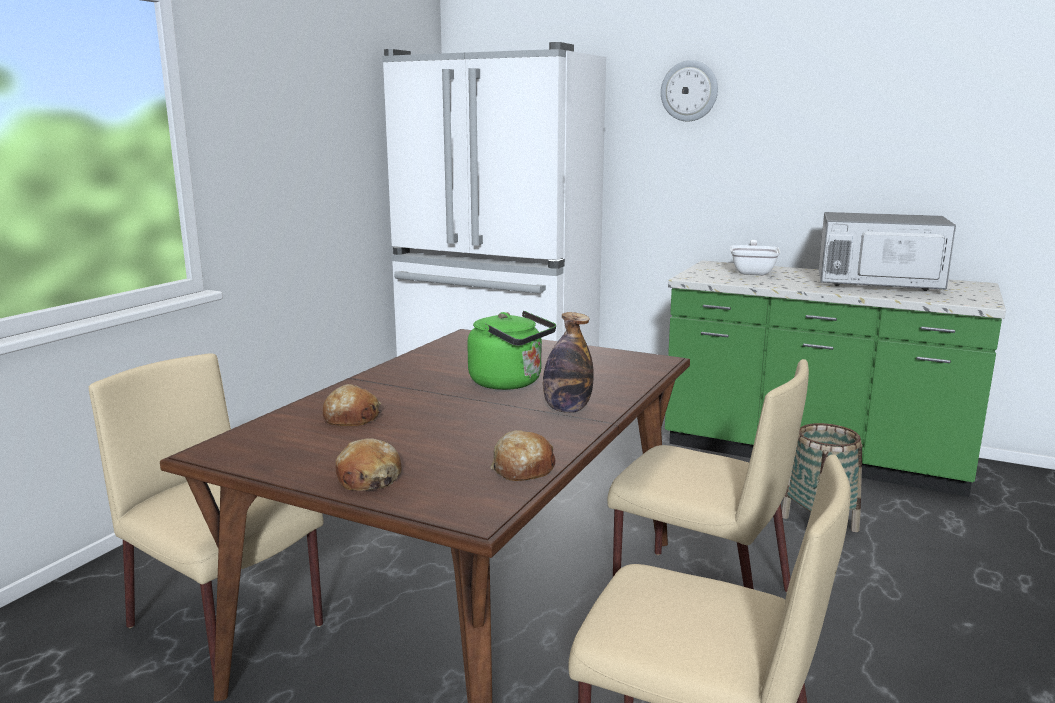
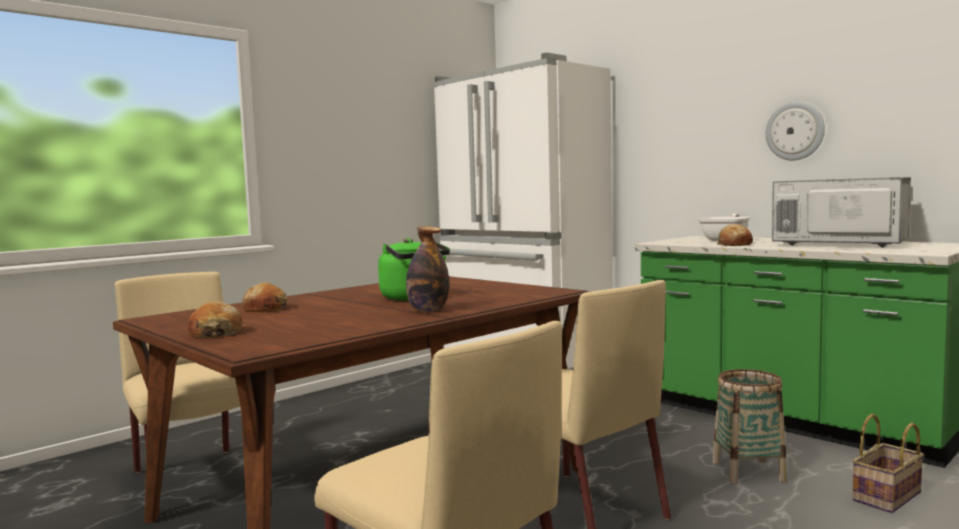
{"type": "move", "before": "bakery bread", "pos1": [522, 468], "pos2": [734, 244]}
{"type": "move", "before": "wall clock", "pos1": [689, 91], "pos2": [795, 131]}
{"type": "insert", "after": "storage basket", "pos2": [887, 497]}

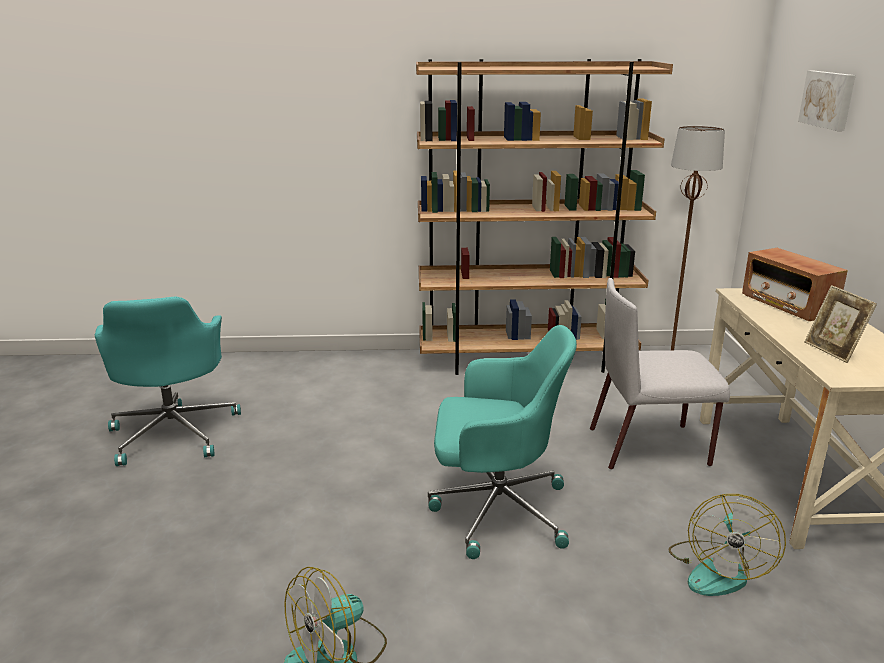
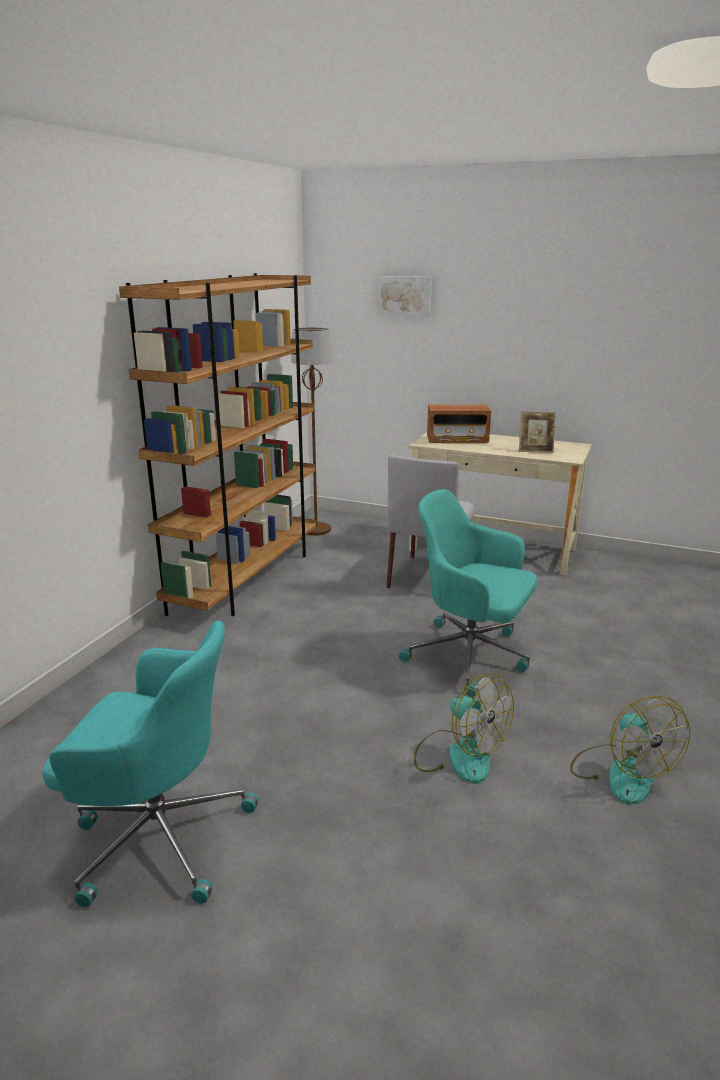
{"type": "rotate", "before": "turquoise-coloured computer chair", "pos1": [496, 509], "pos2": [470, 656], "turn": -90}
{"type": "move", "before": "electric fan", "pos1": [717, 570], "pos2": [459, 755]}

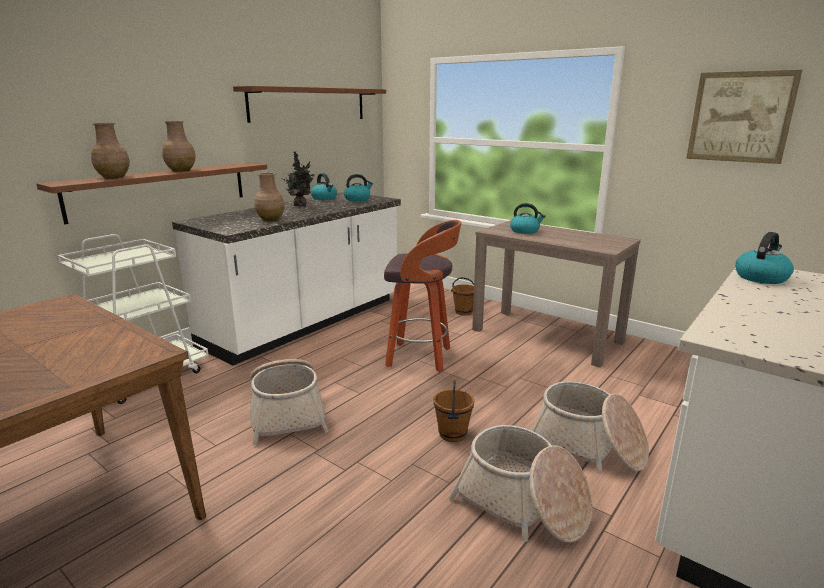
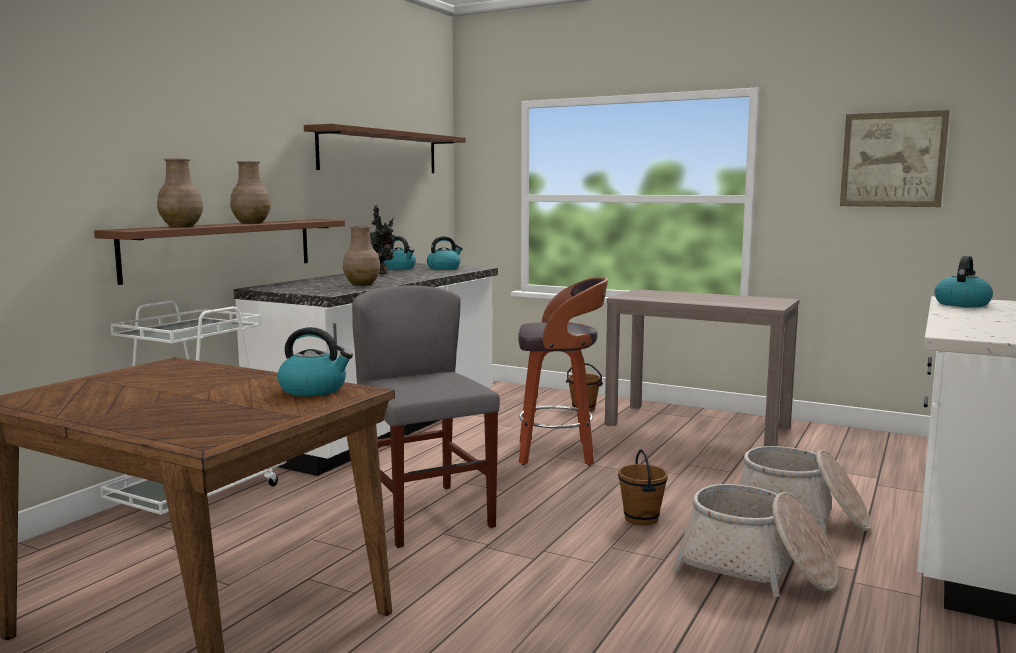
{"type": "replace", "before": "storage basket", "after": "gray plain chair", "pos1": [287, 413], "pos2": [424, 515]}
{"type": "move", "before": "water kettle", "pos1": [525, 231], "pos2": [314, 390]}

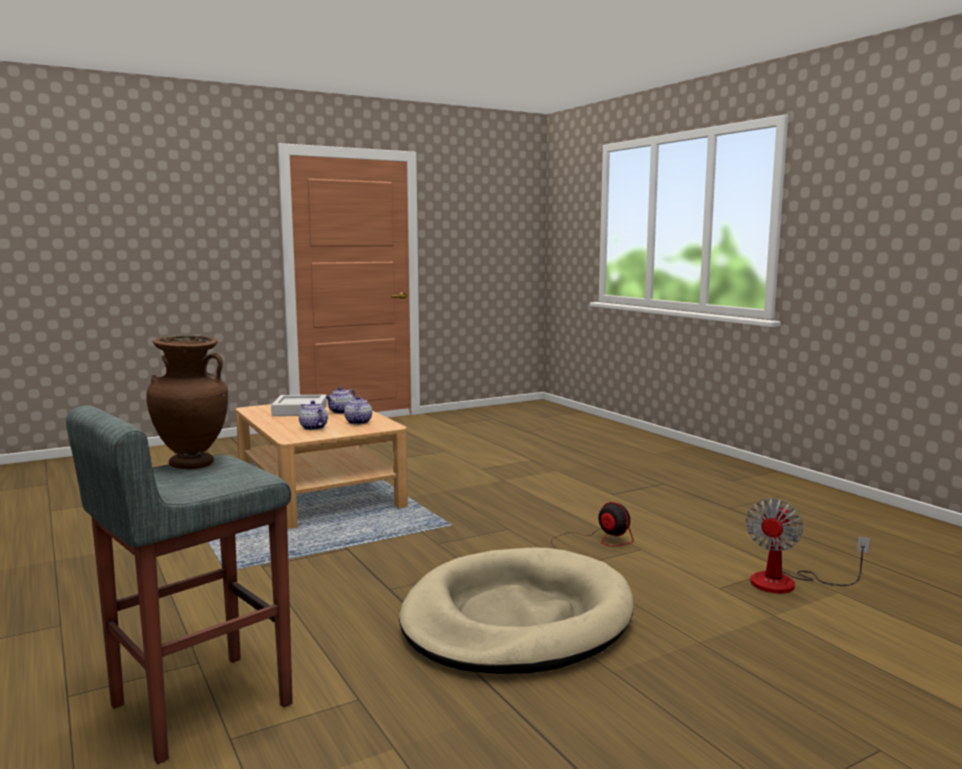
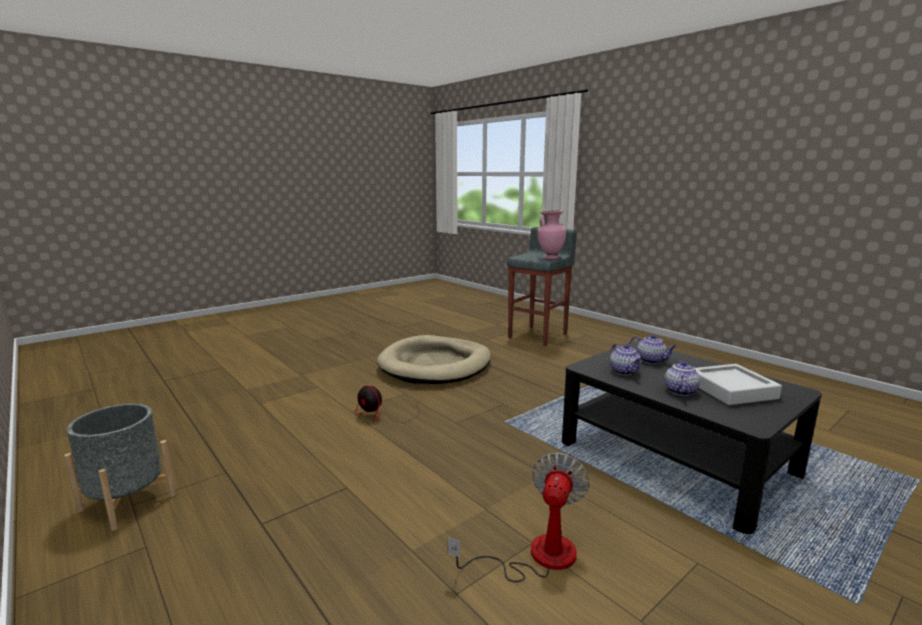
{"type": "recolor", "before": "brownish flower vase", "after": "pink flower vase", "pos1": [192, 464], "pos2": [550, 258]}
{"type": "recolor", "before": "beige lounge table", "after": "black lounge table", "pos1": [319, 492], "pos2": [676, 457]}
{"type": "move", "before": "electric fan", "pos1": [788, 583], "pos2": [536, 556]}
{"type": "insert", "after": "gray plant pot", "pos2": [127, 502]}

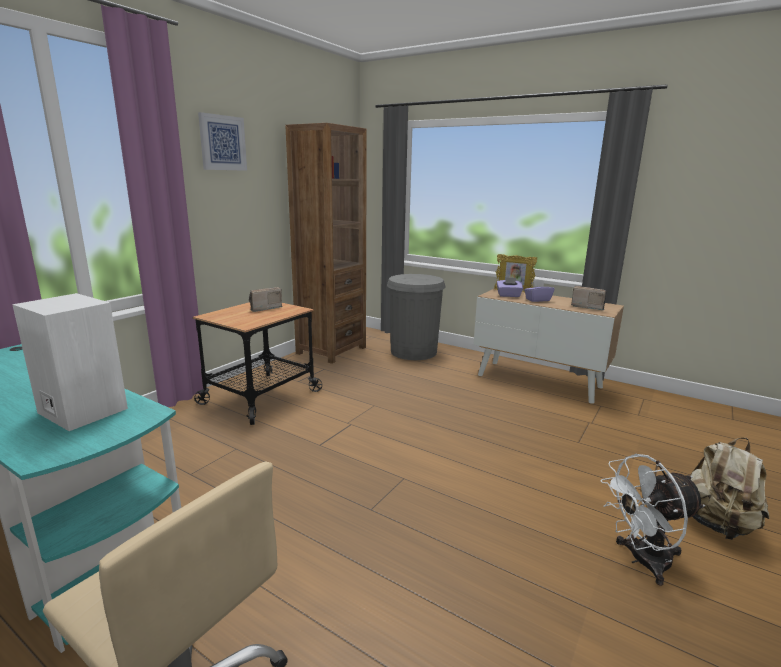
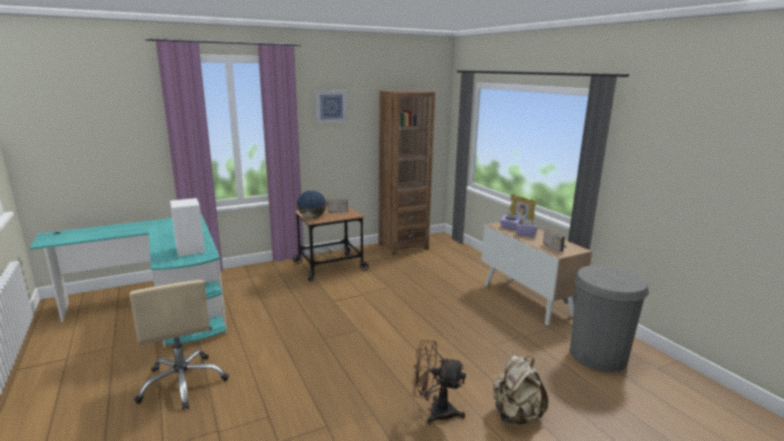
{"type": "move", "before": "gray waste bin", "pos1": [413, 352], "pos2": [598, 355]}
{"type": "recolor", "before": "white-coloured electric fan", "after": "brownish electric fan", "pos1": [641, 561], "pos2": [434, 411]}
{"type": "insert", "after": "globe", "pos2": [312, 218]}

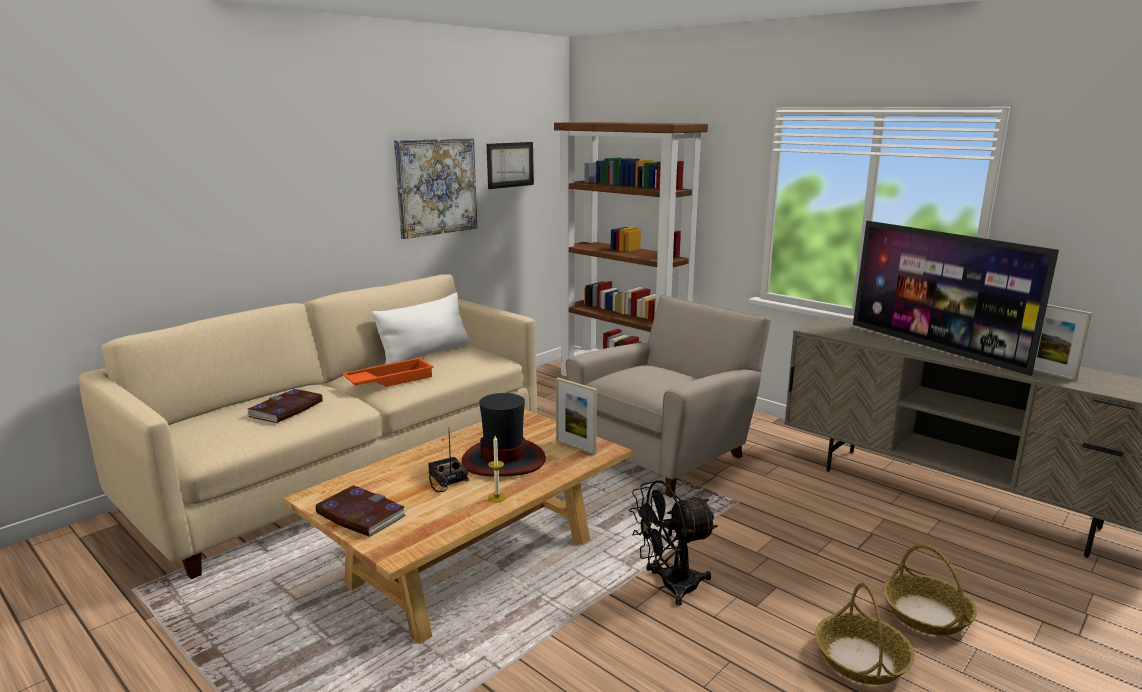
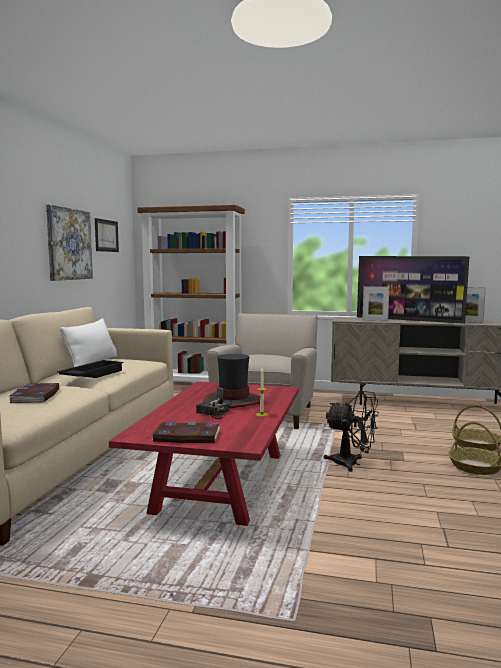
{"type": "recolor", "before": "beige lounge table", "after": "red-coloured lounge table", "pos1": [472, 561], "pos2": [221, 481]}
{"type": "recolor", "before": "orange serving tray", "after": "black serving tray", "pos1": [389, 380], "pos2": [91, 375]}
{"type": "move", "before": "photo frame", "pos1": [575, 447], "pos2": [375, 321]}
{"type": "rotate", "before": "black electric fan", "pos1": [670, 586], "pos2": [352, 464], "turn": -105}

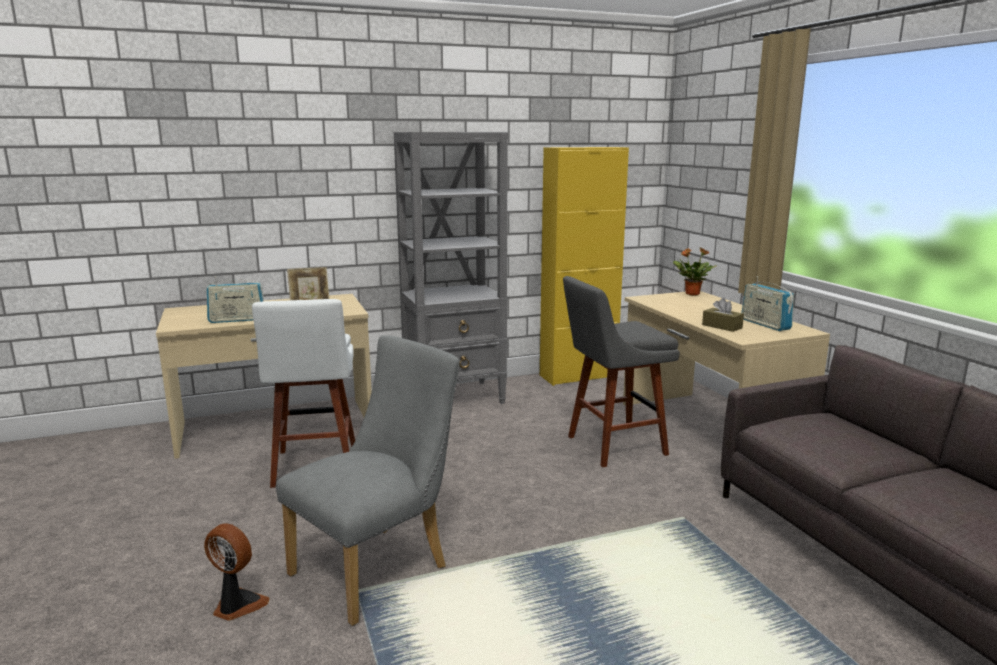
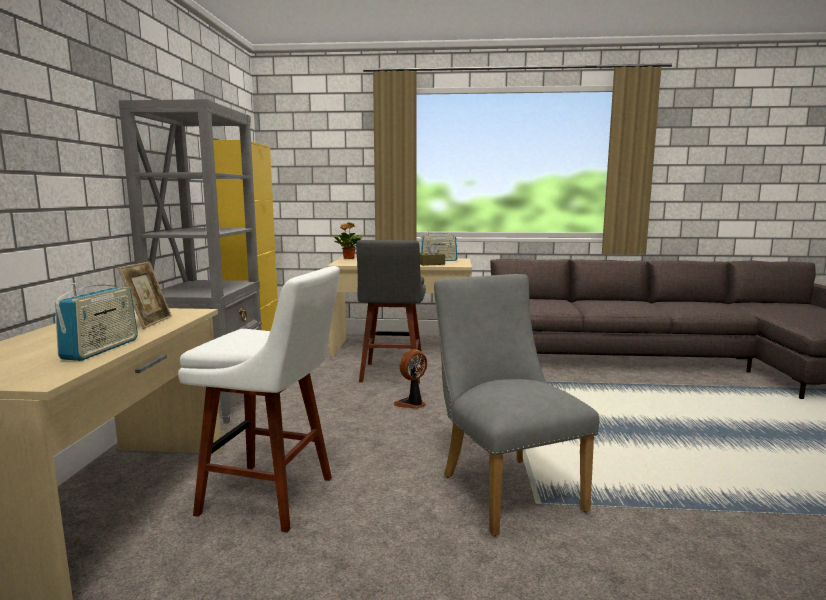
{"type": "move", "before": "electric fan", "pos1": [237, 606], "pos2": [412, 404]}

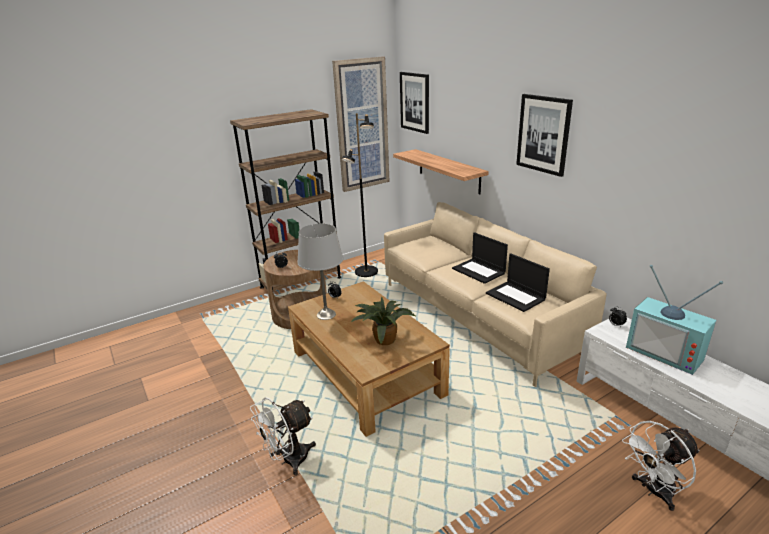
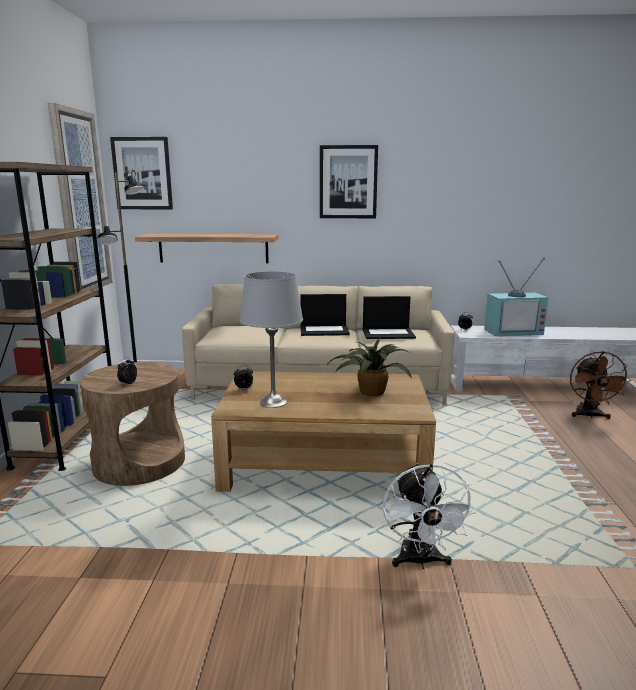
{"type": "recolor", "before": "white-coloured electric fan", "after": "brownish electric fan", "pos1": [654, 491], "pos2": [589, 416]}

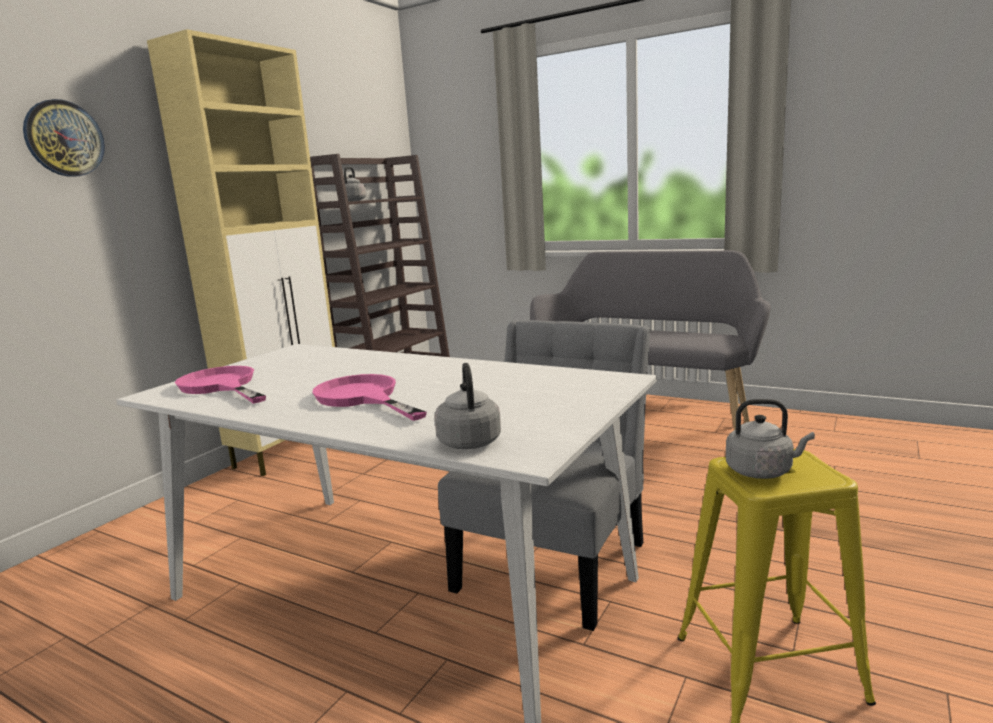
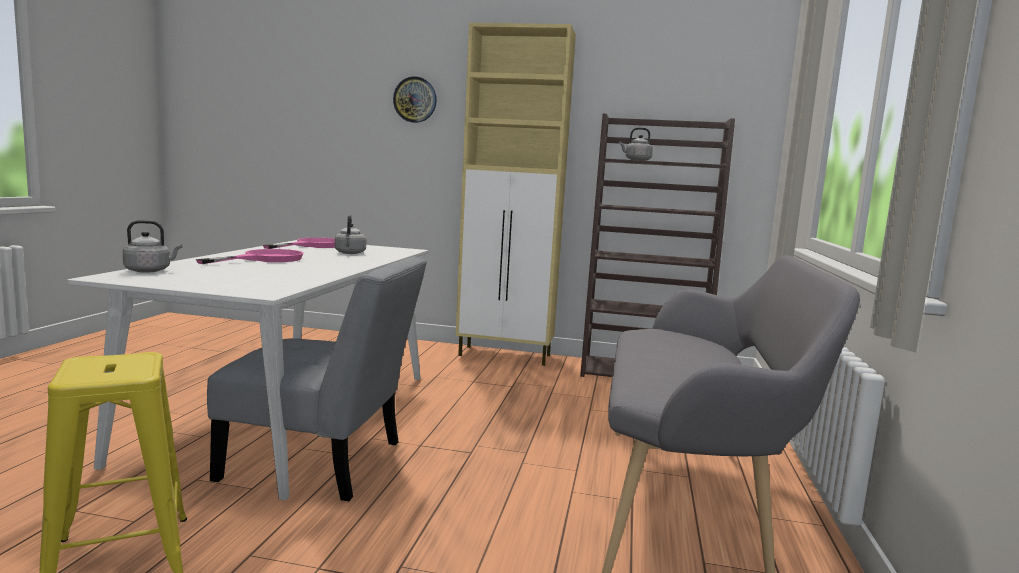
{"type": "move", "before": "gray water kettle", "pos1": [762, 471], "pos2": [350, 253]}

